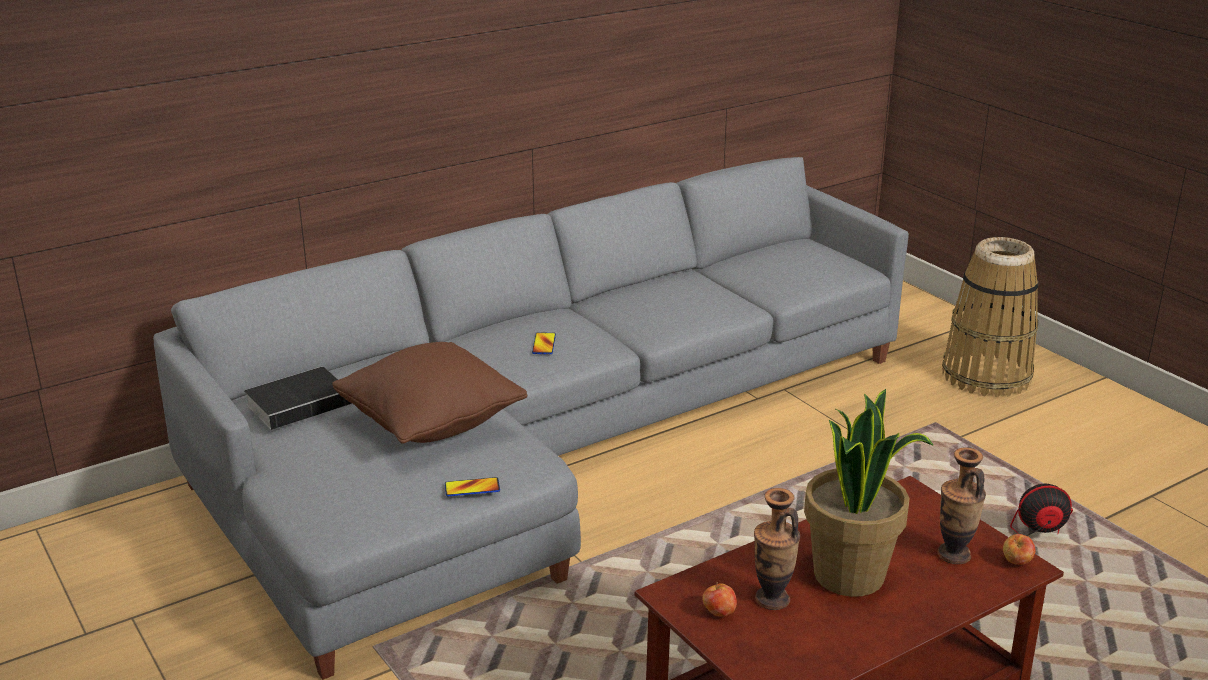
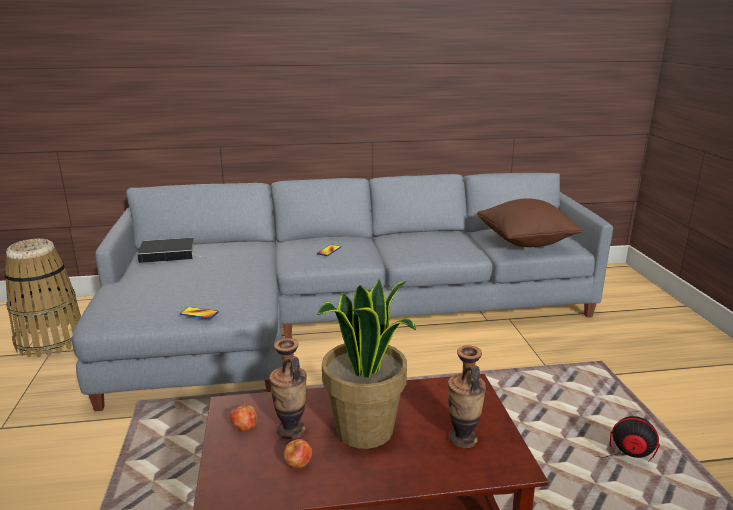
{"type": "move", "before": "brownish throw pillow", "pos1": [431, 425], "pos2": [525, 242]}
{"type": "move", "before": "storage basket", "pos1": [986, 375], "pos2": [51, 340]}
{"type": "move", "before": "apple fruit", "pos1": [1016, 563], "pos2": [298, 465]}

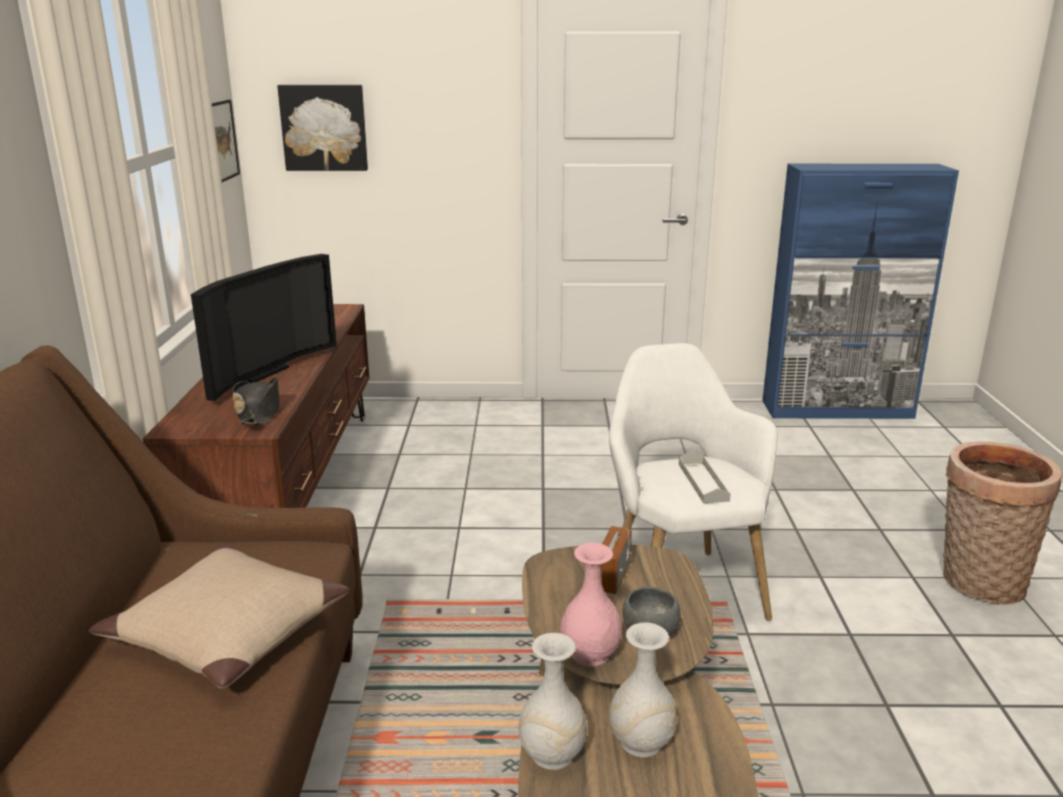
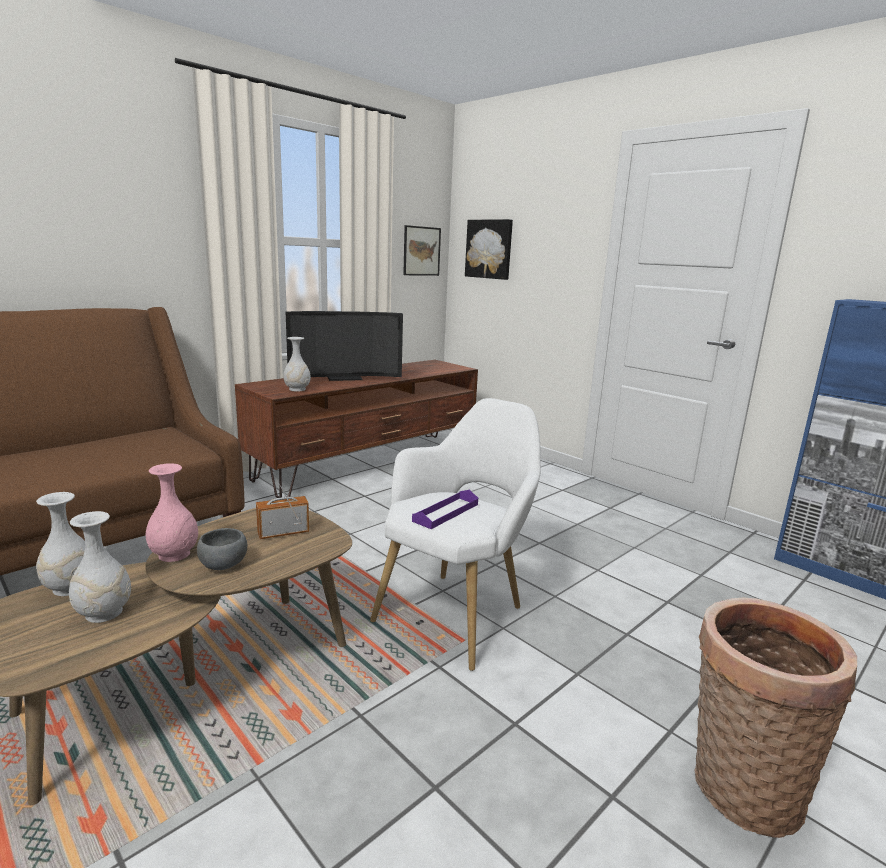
{"type": "delete", "before": "beige throw pillow", "pos1": [226, 632]}
{"type": "replace", "before": "black wearable hat", "after": "white-coloured flower vase", "pos1": [259, 412], "pos2": [297, 389]}
{"type": "recolor", "before": "gray serving tray", "after": "purple serving tray", "pos1": [703, 482], "pos2": [446, 512]}

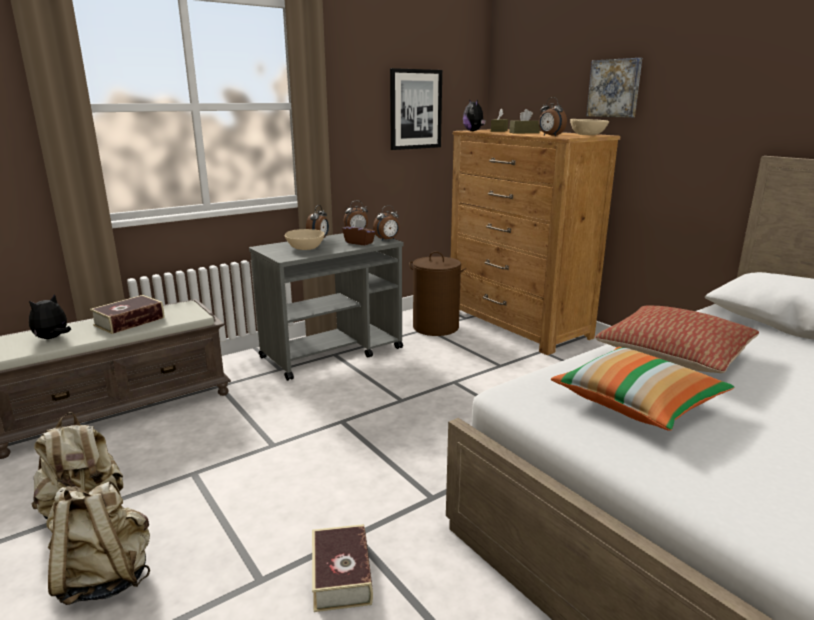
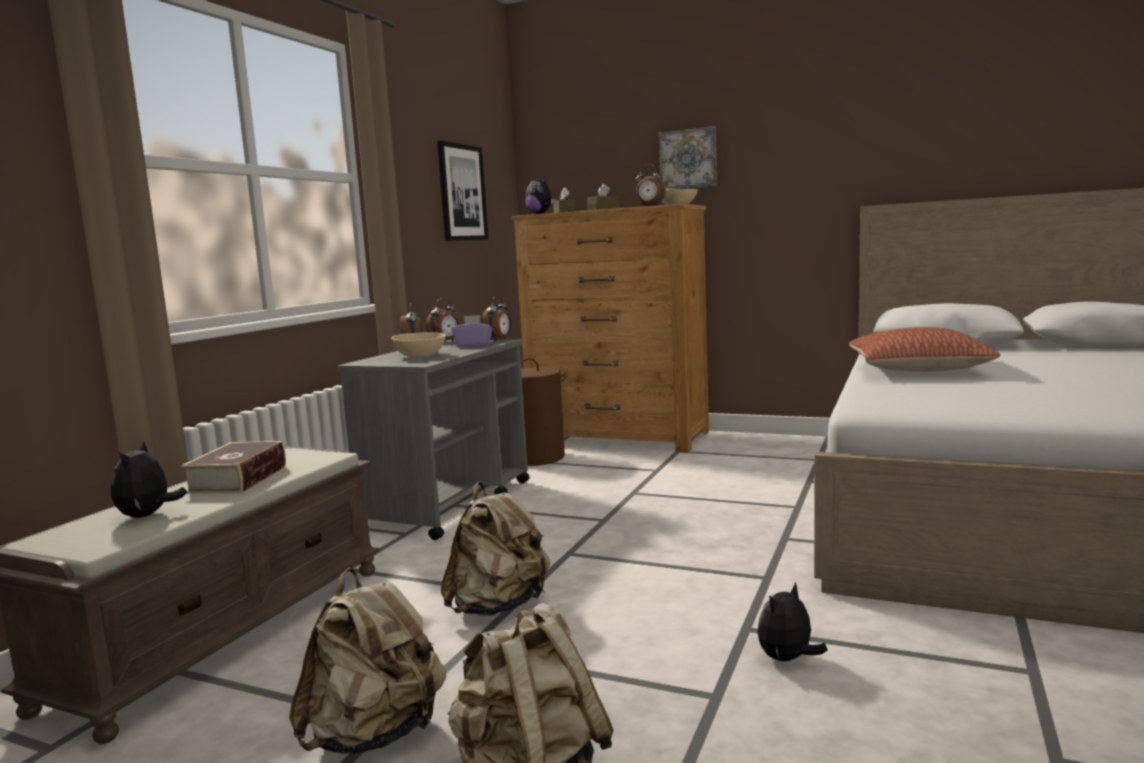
{"type": "replace", "before": "book", "after": "soft toy", "pos1": [341, 575], "pos2": [787, 659]}
{"type": "recolor", "before": "brownish tissue holder", "after": "purple tissue holder", "pos1": [359, 243], "pos2": [473, 345]}
{"type": "delete", "before": "throw pillow", "pos1": [637, 404]}
{"type": "insert", "after": "beige knapsack", "pos2": [498, 607]}

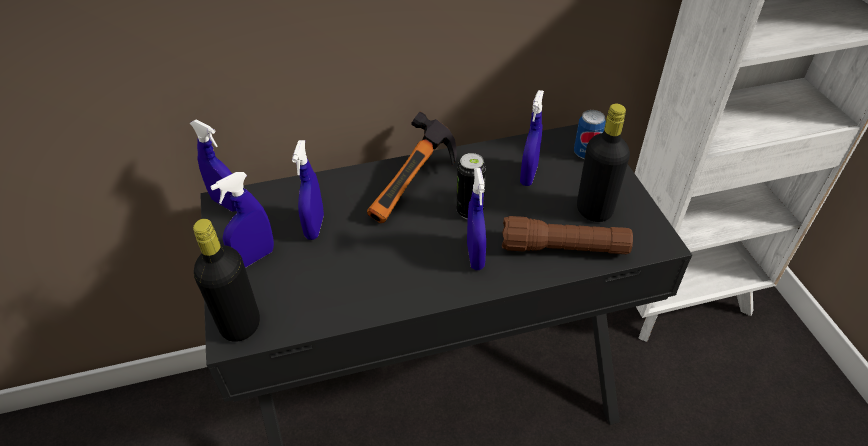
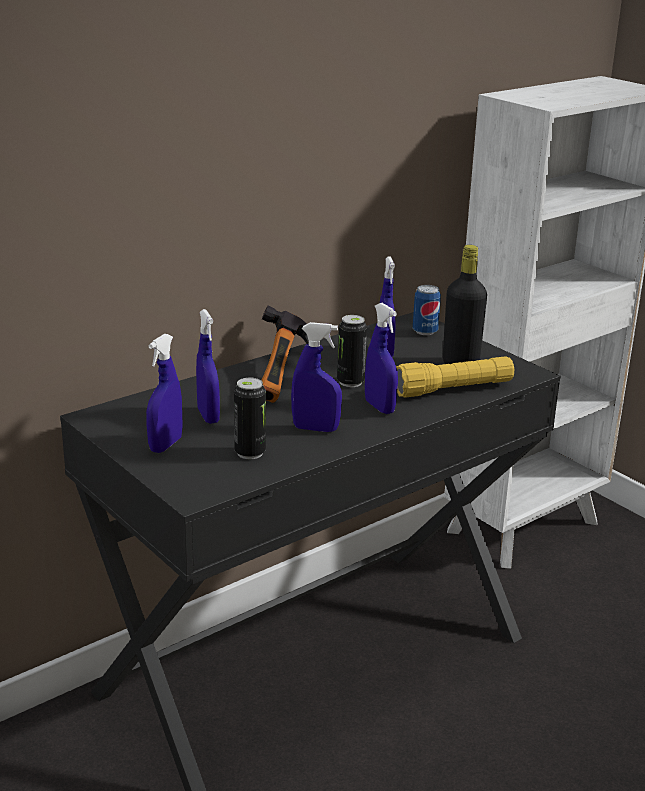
{"type": "move", "before": "blue-coloured sprayer", "pos1": [227, 203], "pos2": [315, 429]}
{"type": "delete", "before": "black drink bottle", "pos1": [240, 325]}
{"type": "recolor", "before": "brownish torch", "after": "yellow torch", "pos1": [564, 248], "pos2": [453, 389]}
{"type": "insert", "after": "can", "pos2": [250, 453]}

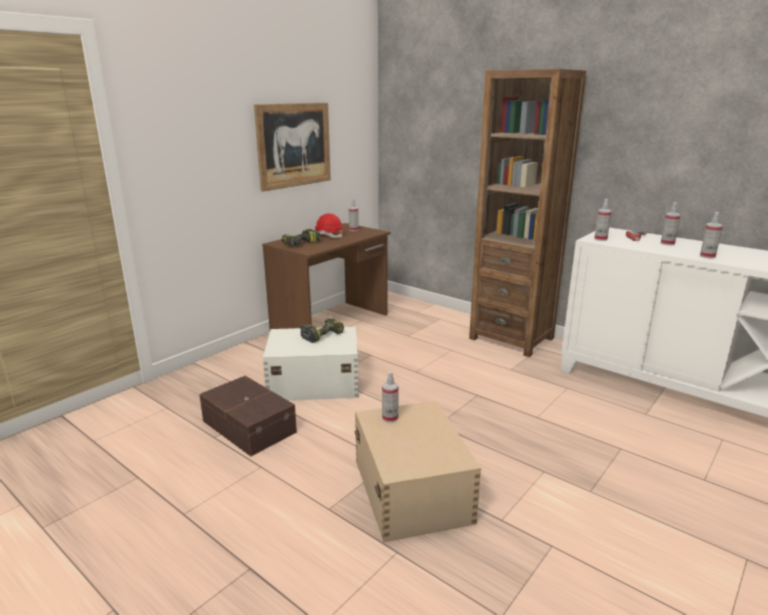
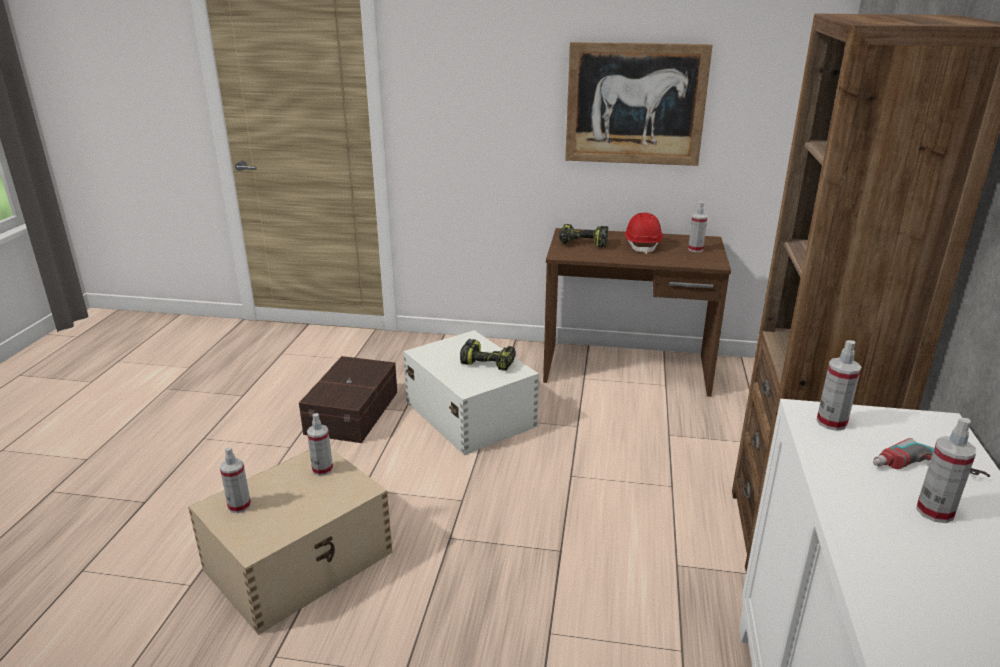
{"type": "move", "before": "sprayer", "pos1": [707, 256], "pos2": [239, 506]}

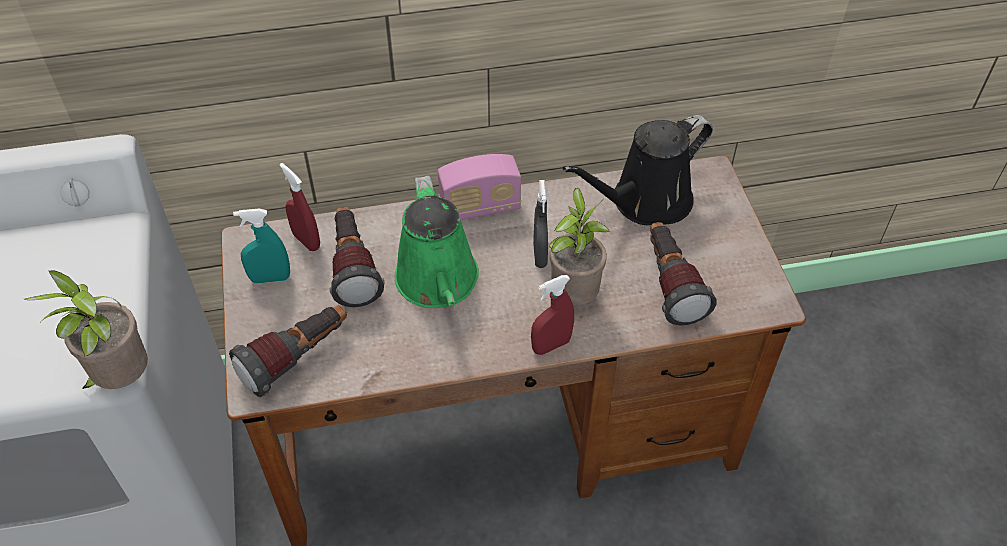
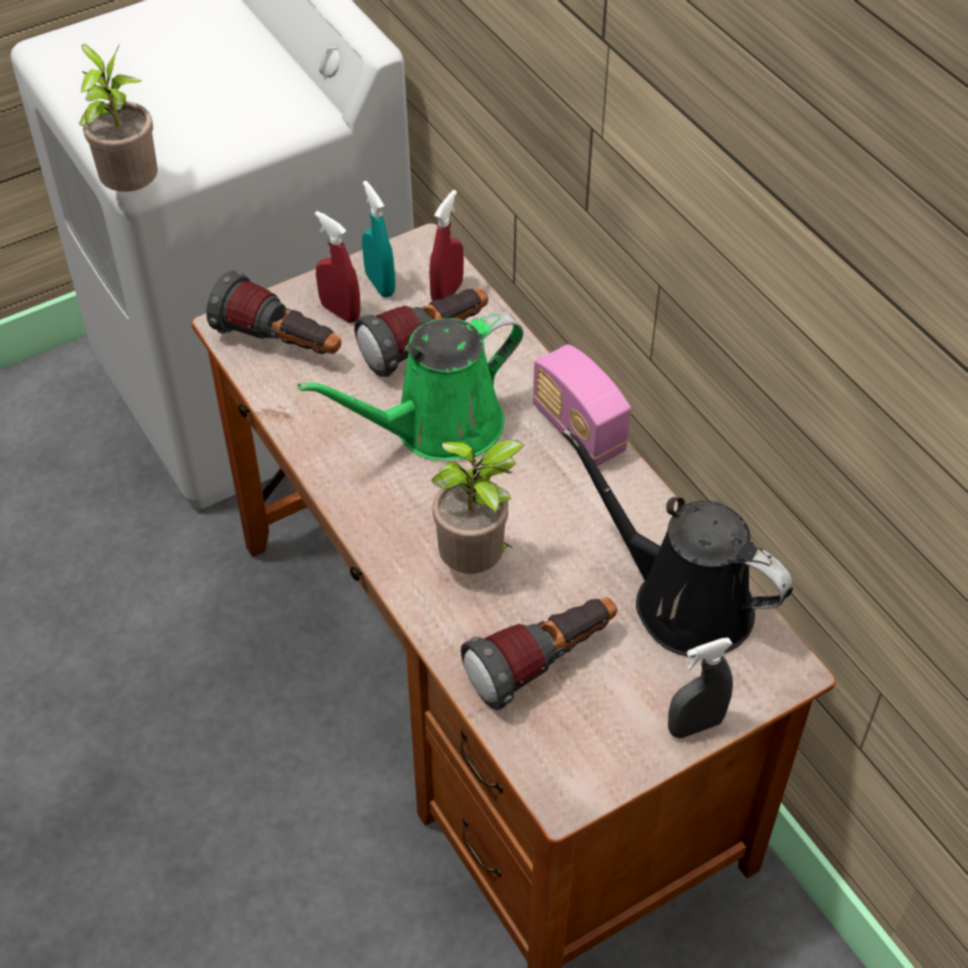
{"type": "move", "before": "red-coloured sprayer", "pos1": [551, 345], "pos2": [340, 312]}
{"type": "move", "before": "gray sprayer", "pos1": [540, 255], "pos2": [695, 725]}

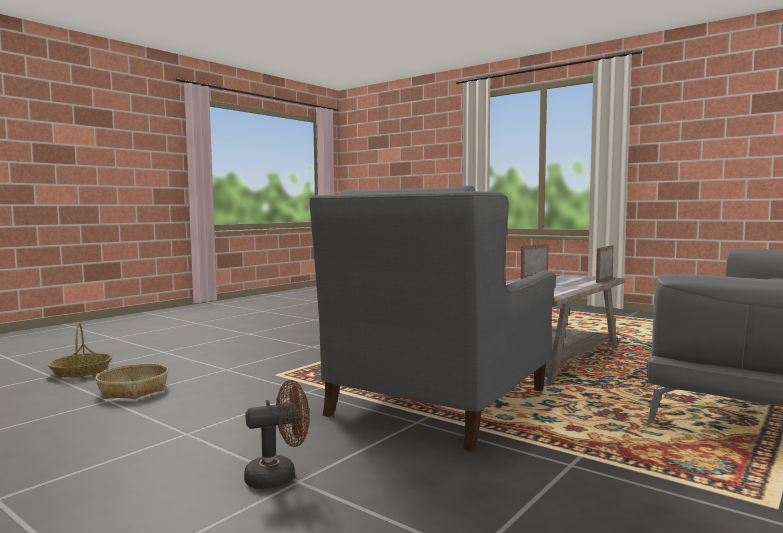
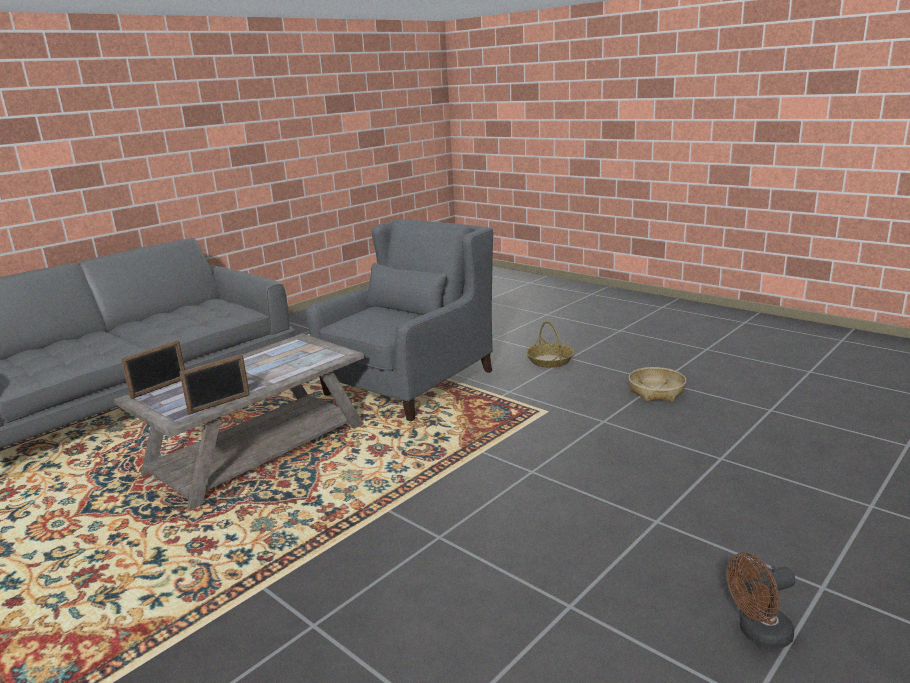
{"type": "move", "before": "storage basket", "pos1": [81, 371], "pos2": [550, 361]}
{"type": "move", "before": "brownish electric fan", "pos1": [279, 476], "pos2": [758, 634]}

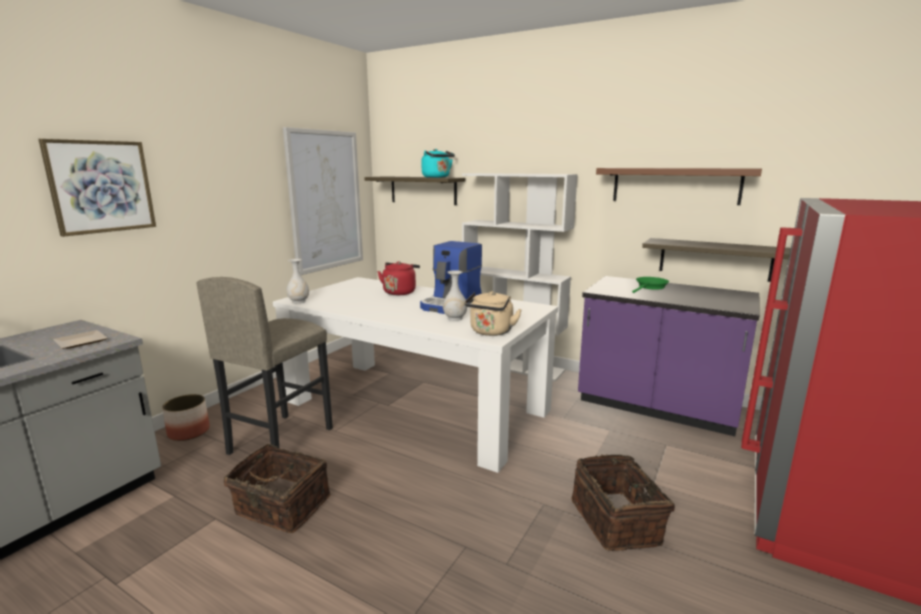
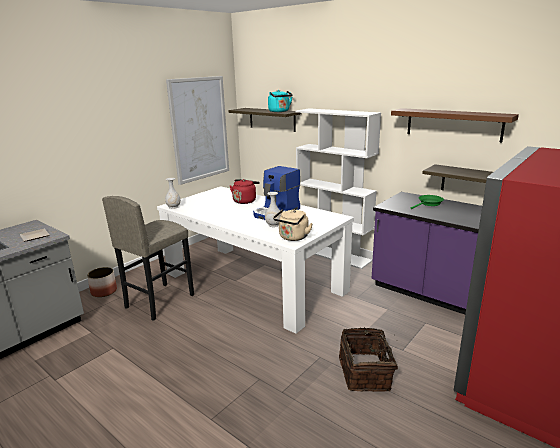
{"type": "delete", "before": "wall picture", "pos1": [101, 186]}
{"type": "delete", "before": "storage basket", "pos1": [281, 507]}

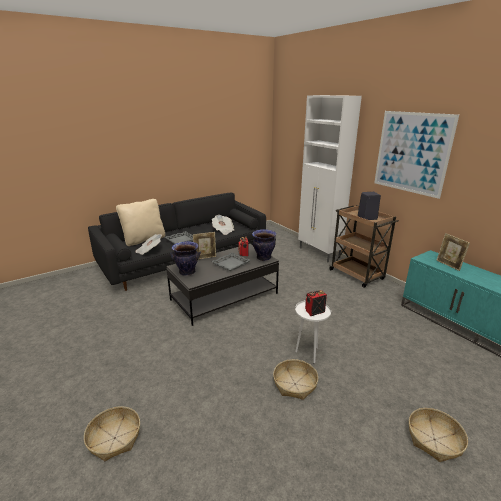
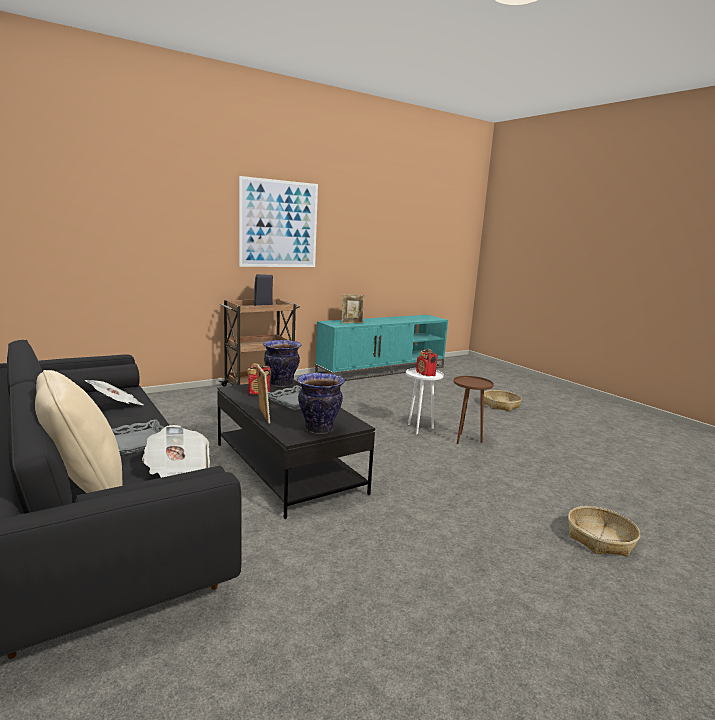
{"type": "replace", "before": "storage basket", "after": "brownish accent table", "pos1": [295, 384], "pos2": [466, 439]}
{"type": "delete", "before": "white-coloured cabinet", "pos1": [319, 253]}

